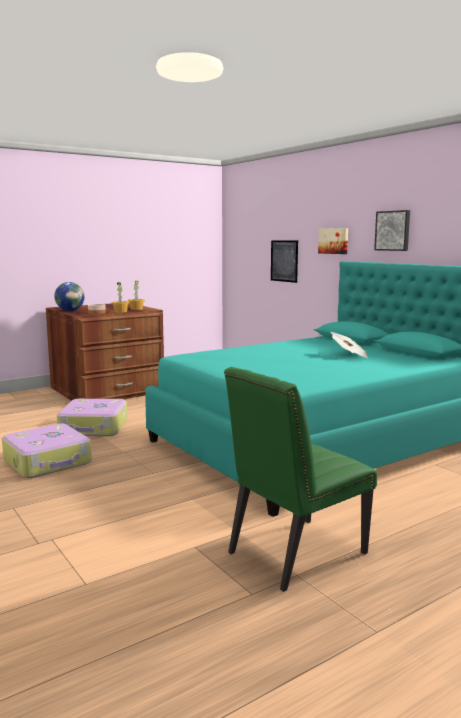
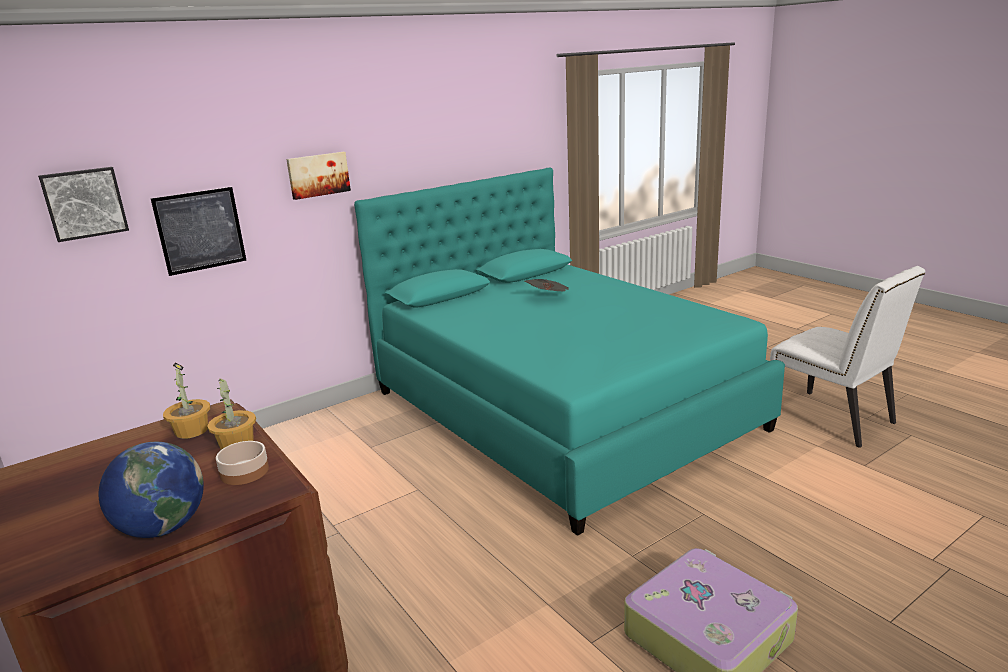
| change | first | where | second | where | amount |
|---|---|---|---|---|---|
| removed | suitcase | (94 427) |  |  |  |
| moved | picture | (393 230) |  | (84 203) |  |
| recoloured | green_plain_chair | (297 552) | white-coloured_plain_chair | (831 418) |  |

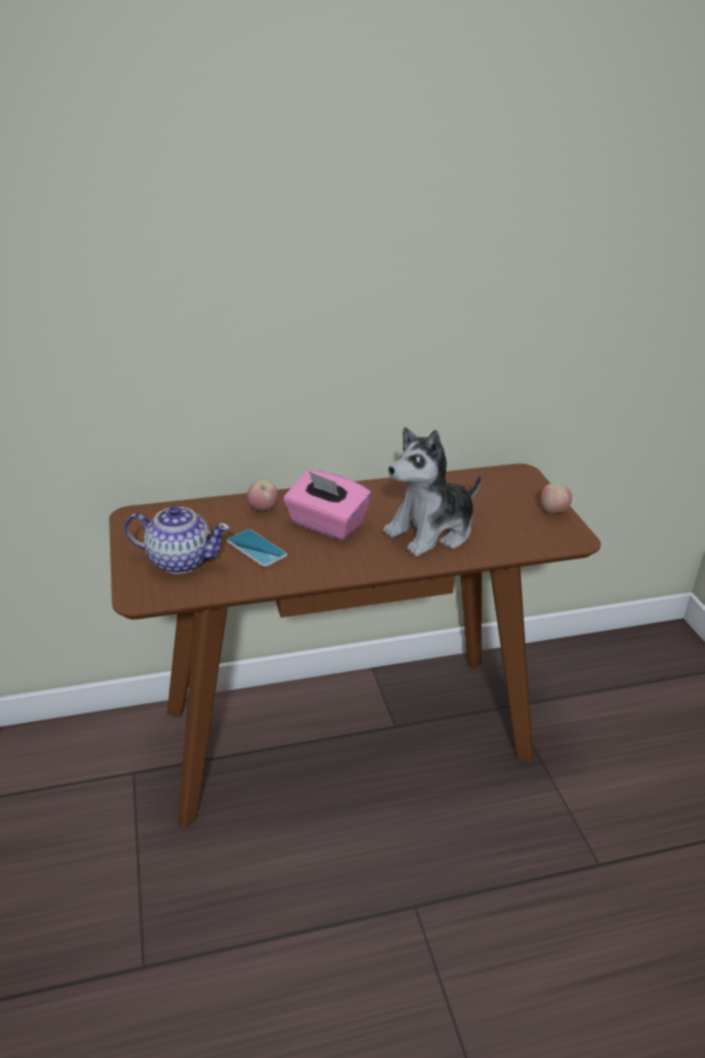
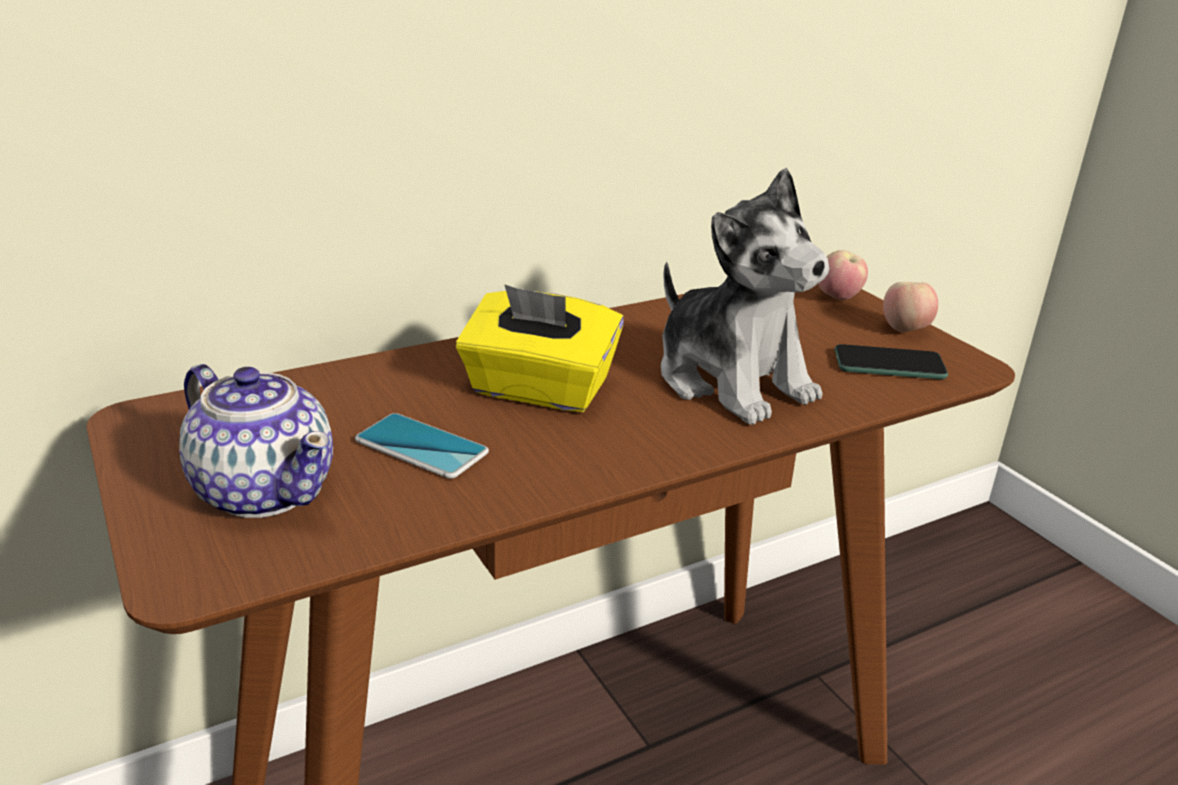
| change | first | where | second | where | amount |
|---|---|---|---|---|---|
| added |  |  | handset | (889 364) |  |
| moved | apple | (263 509) |  | (837 299) |  |
| recoloured | pink-coloured_tissue_holder | (326 524) | yellowish_tissue_holder | (539 390) |  |
| turned | teapot | (179 560) |  | (264 489) | 45 degrees clockwise |
| turned | cuddly_toy | (431 531) |  | (732 380) | 75 degrees counterclockwise |

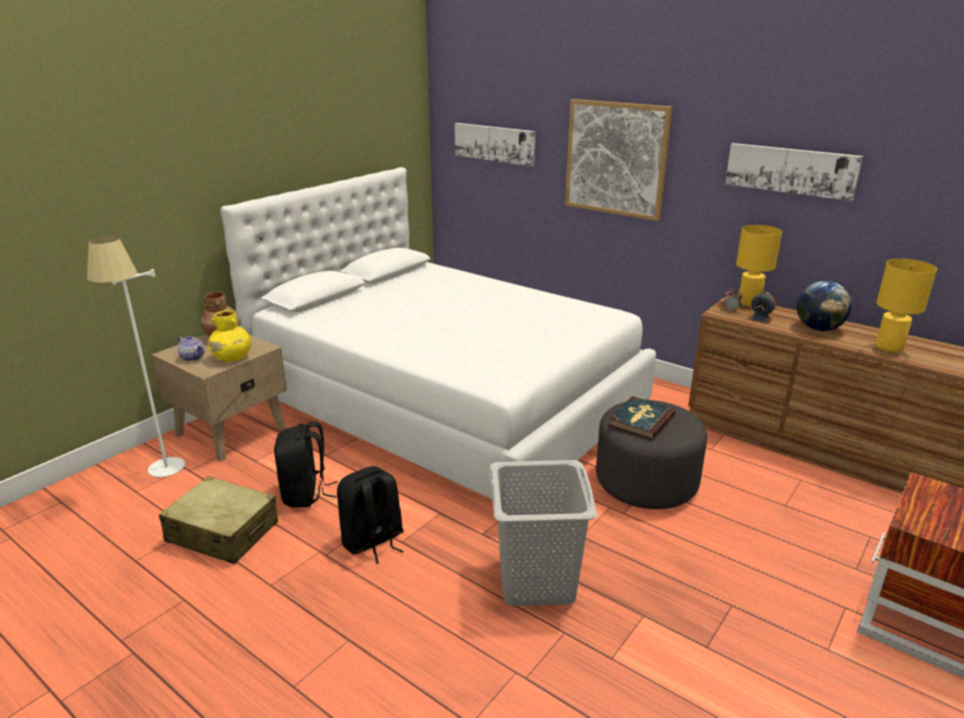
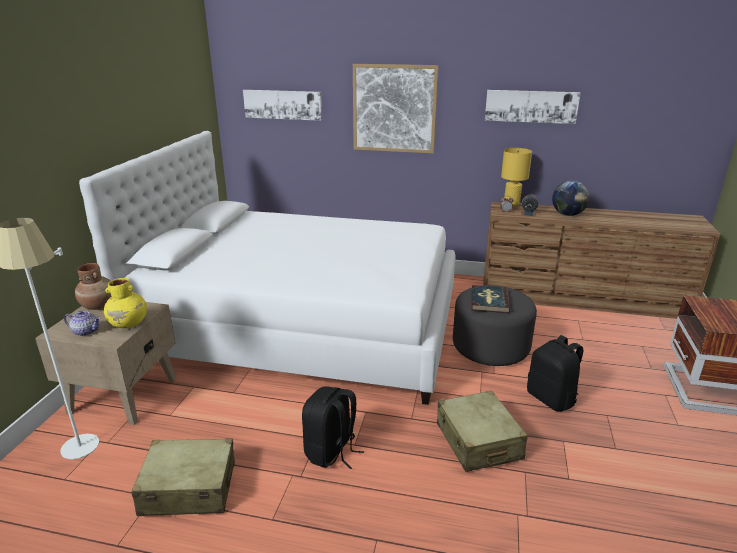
| change | first | where | second | where | amount |
|---|---|---|---|---|---|
| removed | yellowish_tabletop_lamp | (888 350) |  |  |  |
| moved | black-coloured_rucksack | (305 494) |  | (551 399) |  |
| replaced | gray_laundry_basket | (537 582) | beige-coloured_suitcase | (478 441) |  |

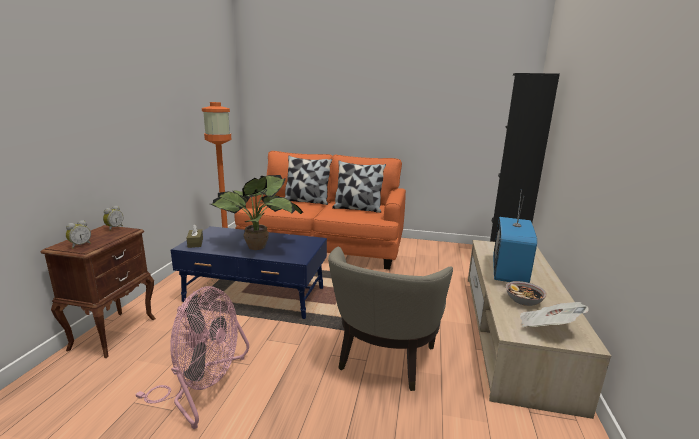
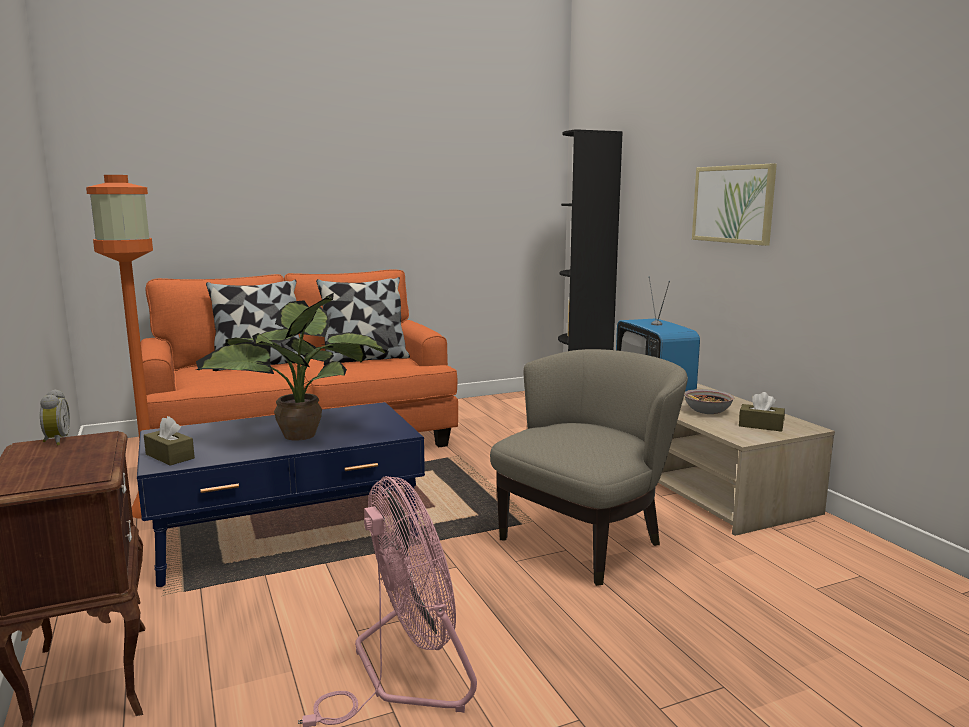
| change | first | where | second | where | amount |
|---|---|---|---|---|---|
| removed | table_clock | (80 245) |  |  |  |
| added |  |  | picture | (733 204) |  |
| replaced | printed_paper | (547 327) | brown_tissue_holder | (760 426) |  |
| turned | beige-coloured_easy_chair | (384 360) |  | (585 541) | 120 degrees counterclockwise |

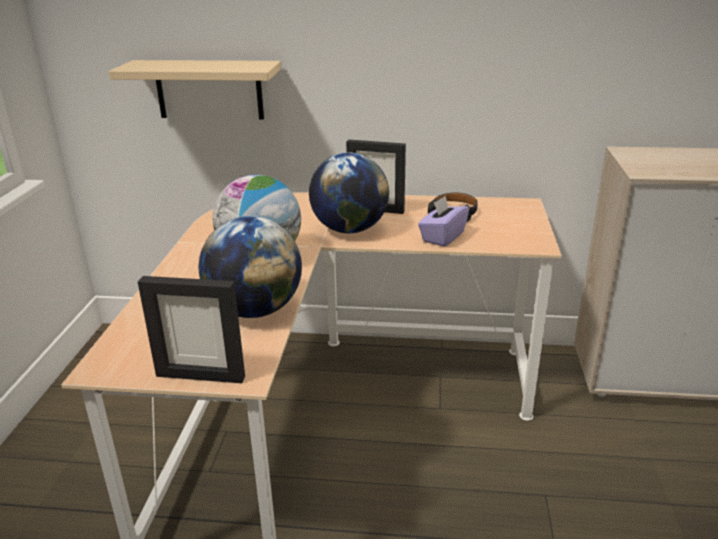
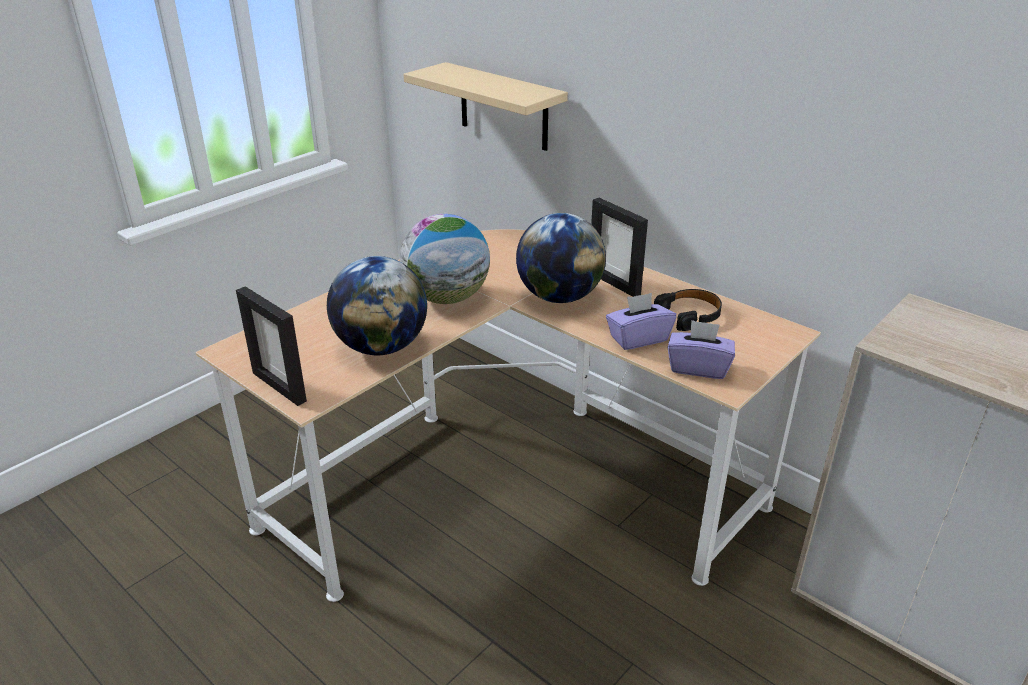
| change | first | where | second | where | amount |
|---|---|---|---|---|---|
| added |  |  | purple-coloured_tissue_holder | (698 367) |  |

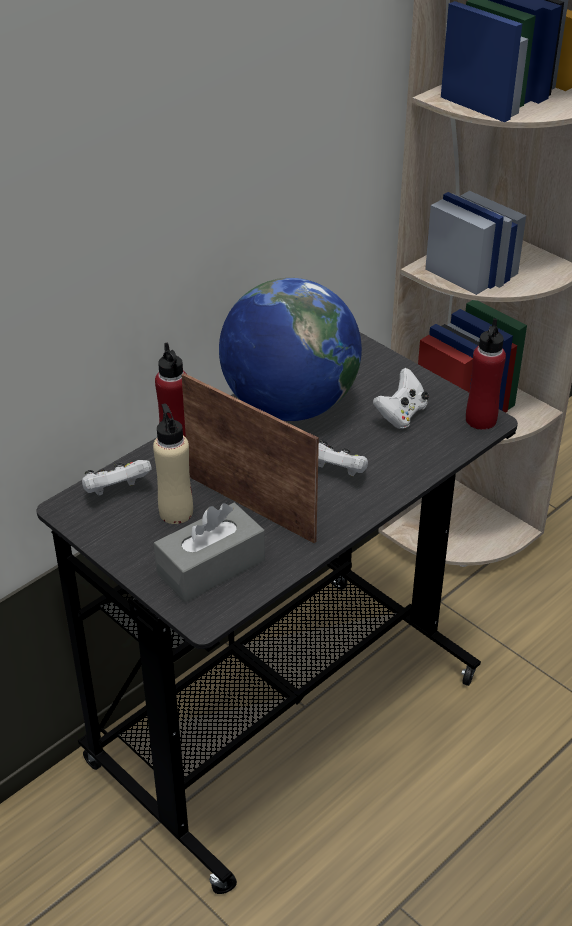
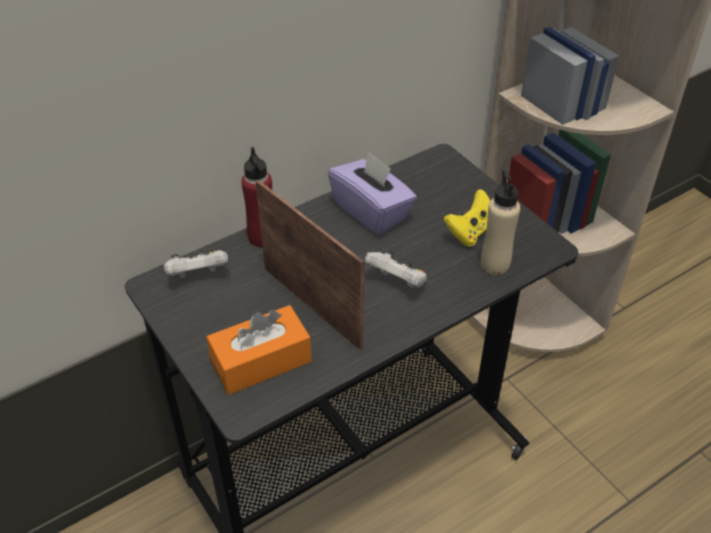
| change | first | where | second | where | amount |
|---|---|---|---|---|---|
| removed | reddish_drink_bottle | (480 420) |  |  |  |
| moved | beige-coloured_drink_bottle | (176 512) |  | (495 264) |  |
| replaced | globe | (289 406) | purple-coloured_tissue_holder | (372 211) |  |
| recoloured | gray_tissue_holder | (211 566) | orangey_tissue_holder | (261 361) |  |
| recoloured | white-coloured_game_controller | (401 415) | yellowish_game_controller | (471 232) |  |

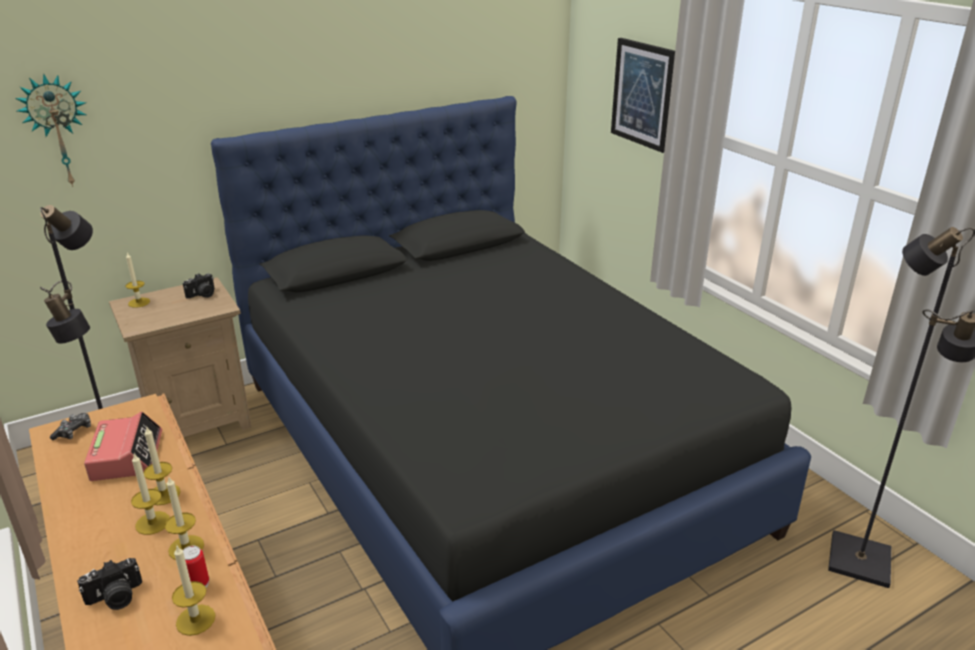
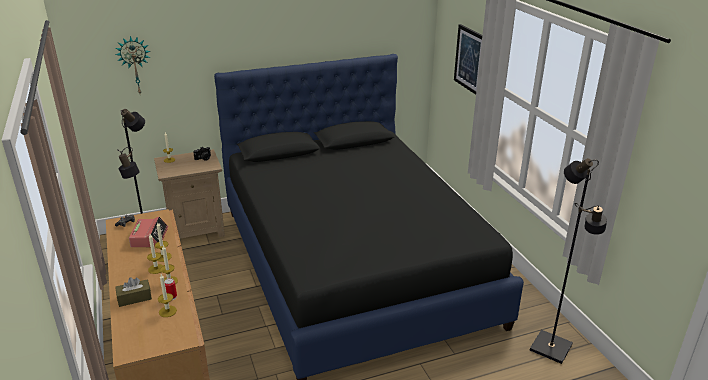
| change | first | where | second | where | amount |
|---|---|---|---|---|---|
| replaced | photo_camera | (115 598) | brown_tissue_holder | (134 298) |  |

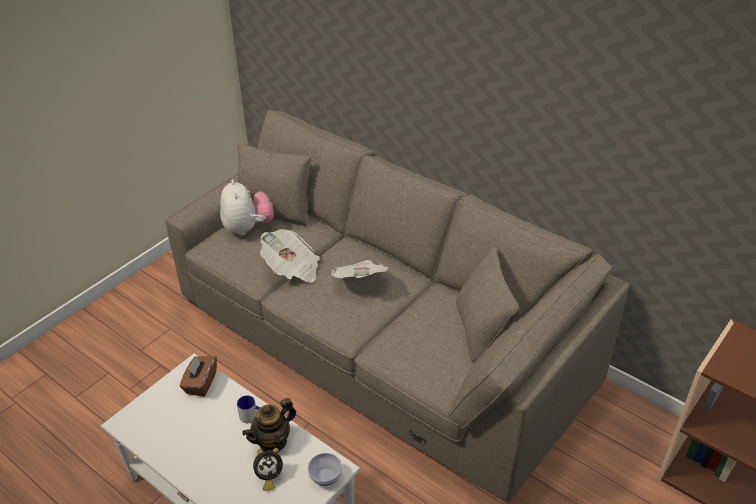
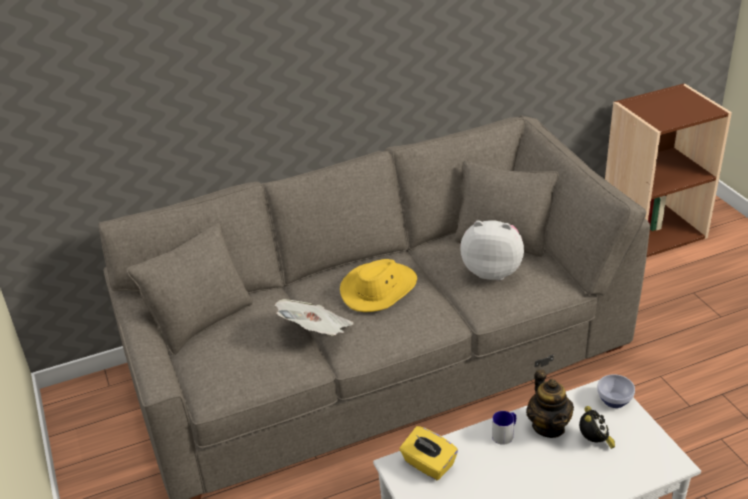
| change | first | where | second | where | amount |
|---|---|---|---|---|---|
| moved | cuddly_toy | (248 228) |  | (492 271) |  |
| replaced | printed_paper | (360 281) | yellowish_clothing_hat | (379 289) |  |
| recoloured | brown_tissue_holder | (200 383) | yellowish_tissue_holder | (428 464) |  |

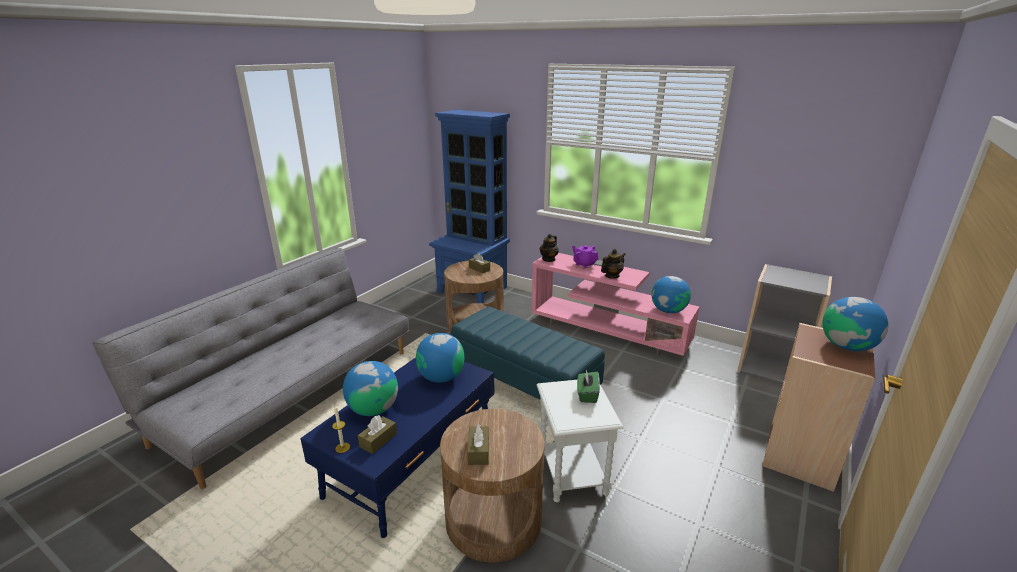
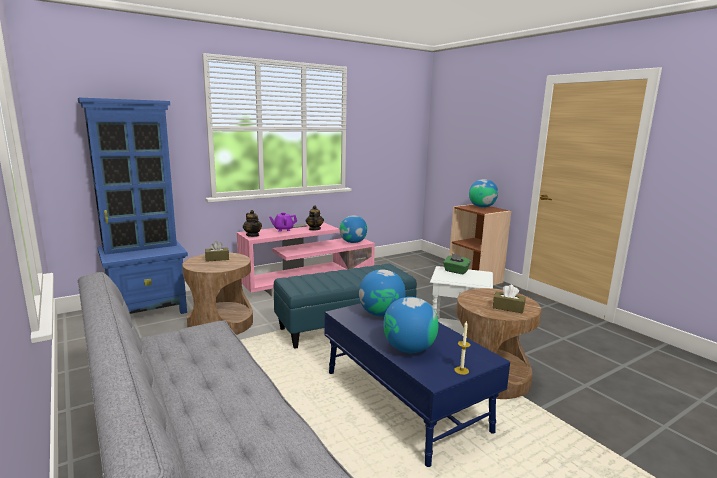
| change | first | where | second | where | amount |
|---|---|---|---|---|---|
| removed | brown_tissue_holder | (378 440) |  |  |  |
| removed | gray_bookcase | (773 368) |  |  |  |

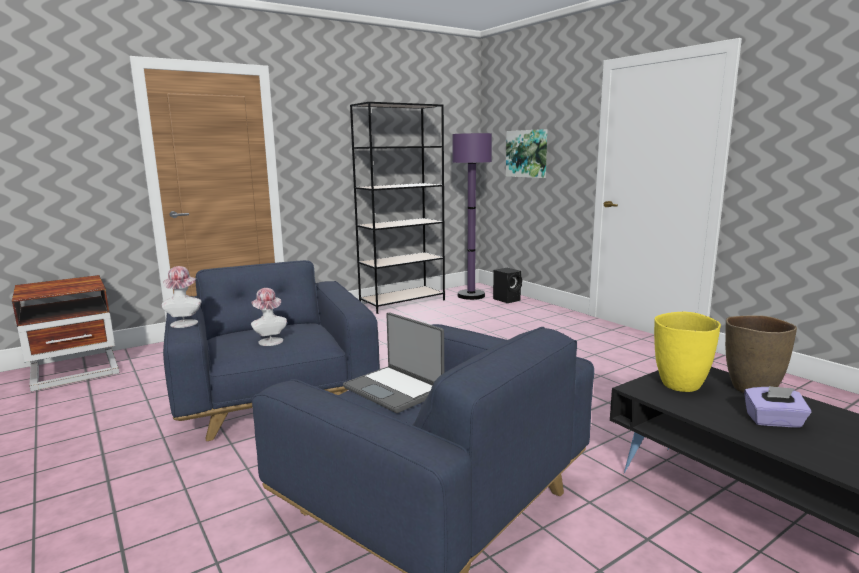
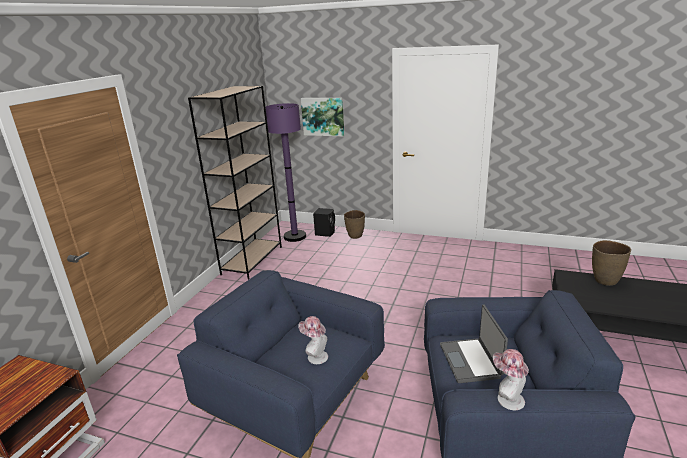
| change | first | where | second | where | amount |
|---|---|---|---|---|---|
| removed | yellowish_flower_vase | (680 385) |  |  |  |
| removed | purple-coloured_tissue_holder | (774 421) |  |  |  |
| added |  |  | brown_flower_vase | (355 236) |  |
| moved | clothing_hat | (184 322) |  | (507 398) |  |
| turned | laptop | (394 389) |  | (471 361) | 75 degrees clockwise |

